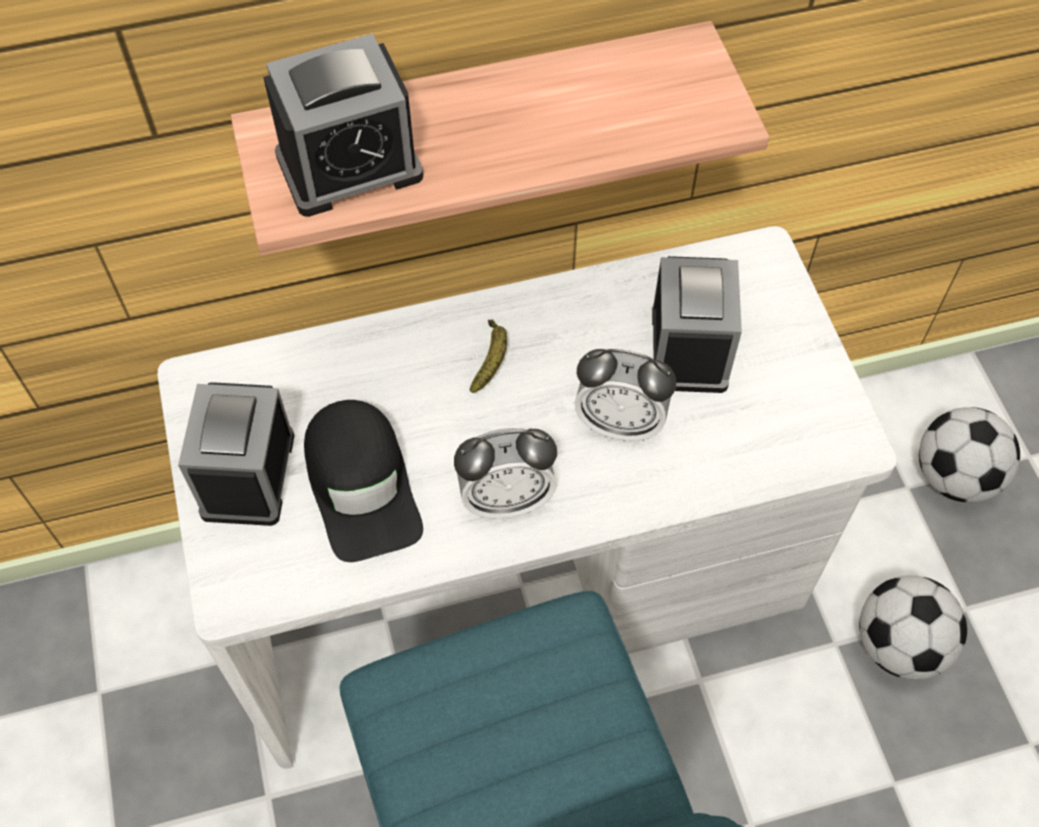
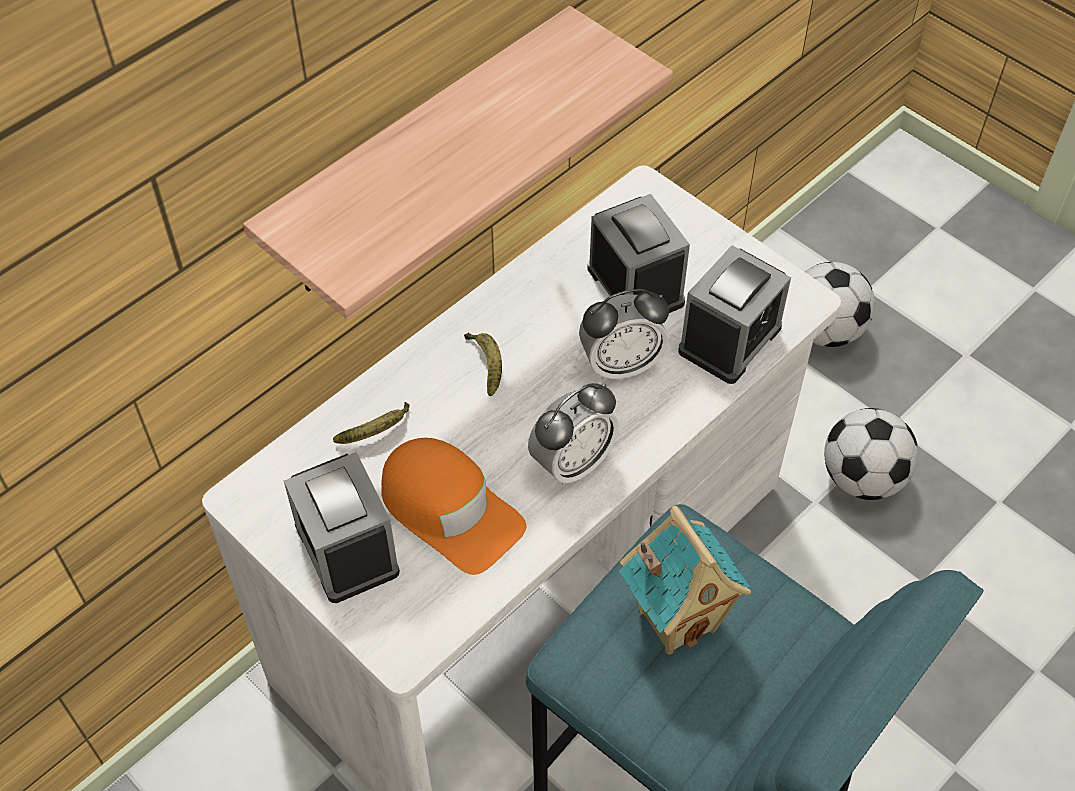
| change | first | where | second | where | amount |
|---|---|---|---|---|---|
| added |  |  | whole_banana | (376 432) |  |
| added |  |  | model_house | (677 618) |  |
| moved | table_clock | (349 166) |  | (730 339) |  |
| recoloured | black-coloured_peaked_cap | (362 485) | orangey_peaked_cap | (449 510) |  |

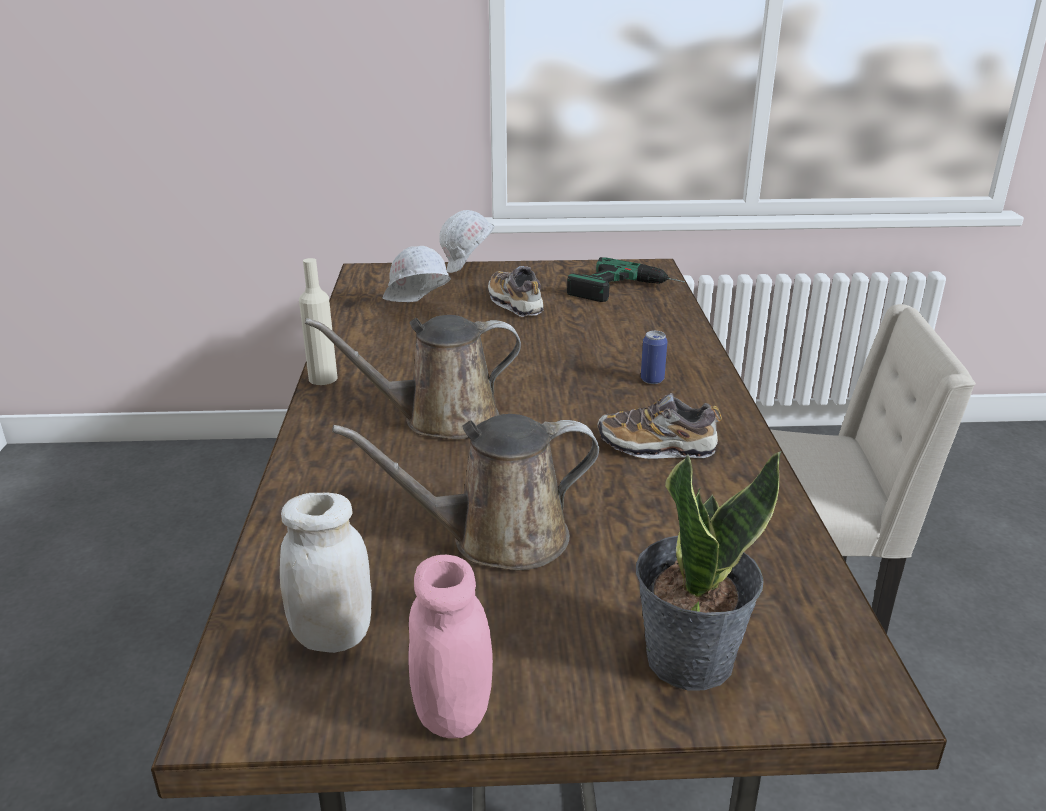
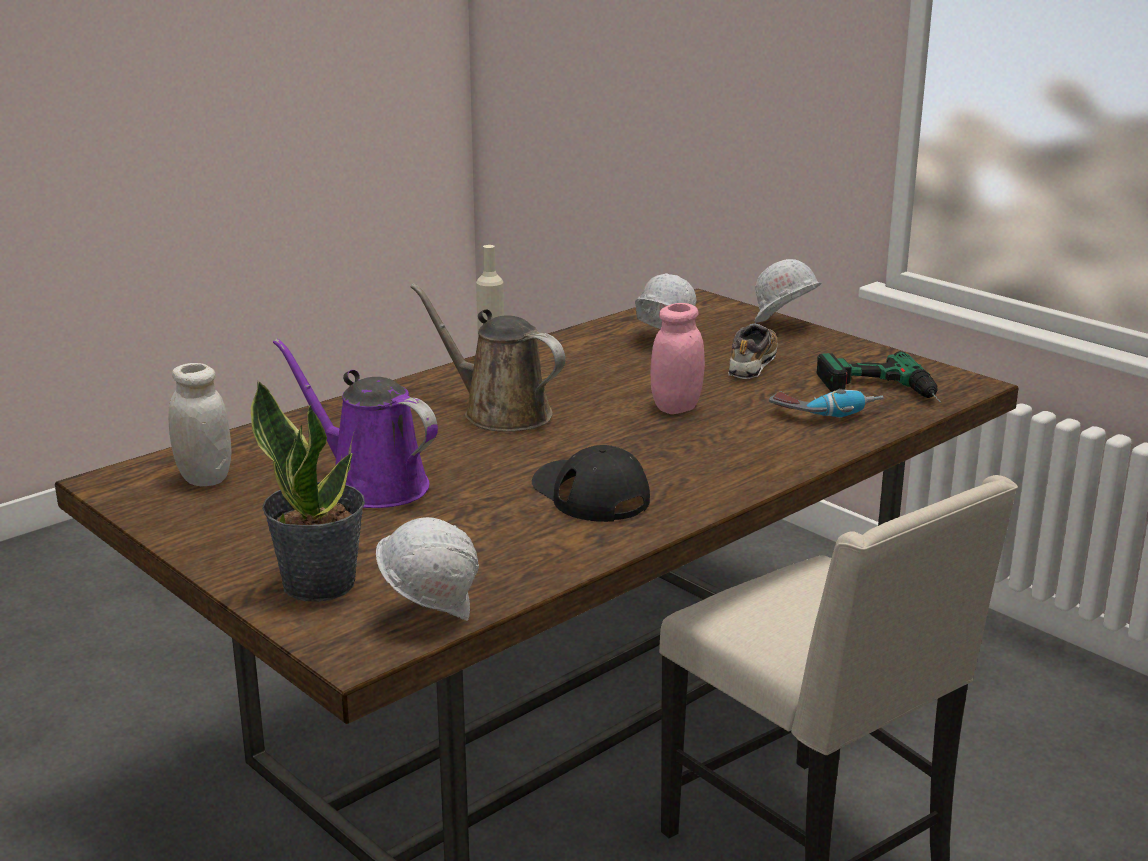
| change | first | where | second | where | amount |
|---|---|---|---|---|---|
| removed | metal_can | (652 379) |  |  |  |
| added |  |  | white-coloured_work_helmet | (430 614) |  |
| added |  |  | electric_drill | (825 413) |  |
| moved | pink-coloured_storage_jar | (452 713) |  | (676 407) |  |
| replaced | low_shoe | (657 447) | black-coloured_peaked_cap | (590 494) |  |
| recoloured | brown_watering_can | (497 539) | purple-coloured_watering_can | (371 484) |  |

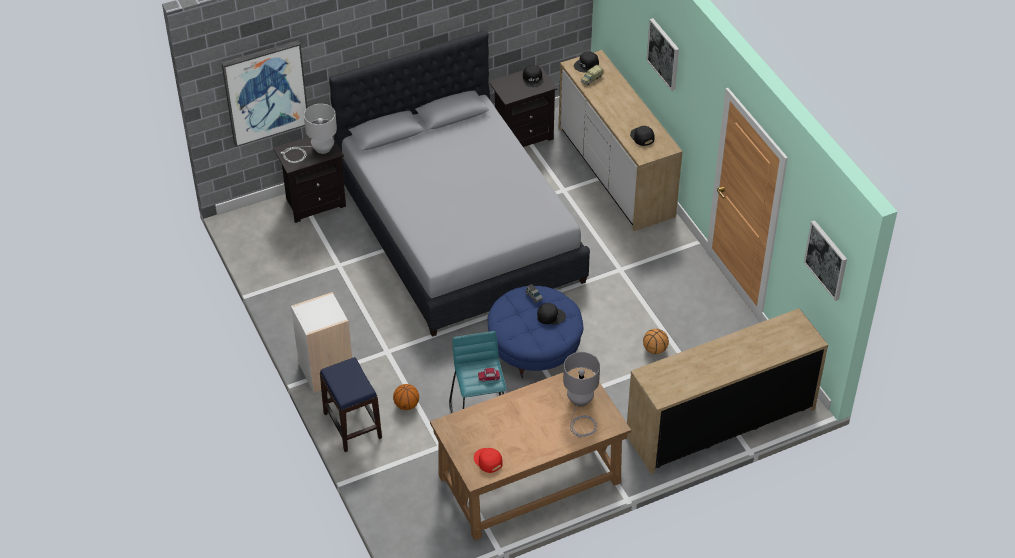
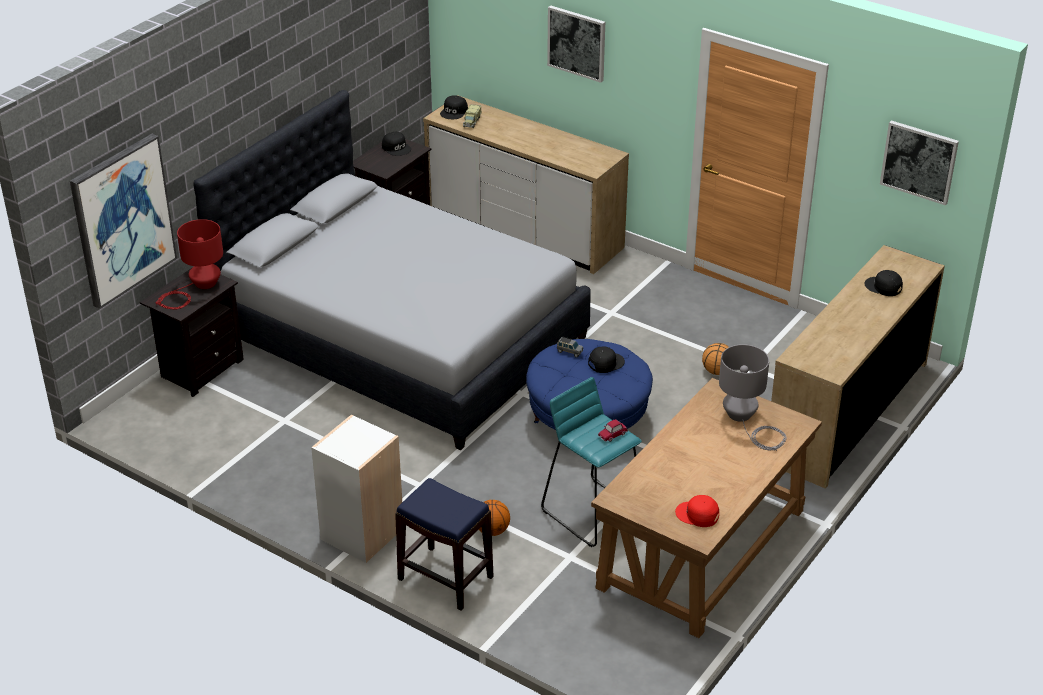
| change | first | where | second | where | amount |
|---|---|---|---|---|---|
| moved | black-coloured_peaked_cap | (642 137) |  | (883 287) |  |
| recoloured | gray_tabletop_lamp | (312 151) | reddish_tabletop_lamp | (193 290) |  |

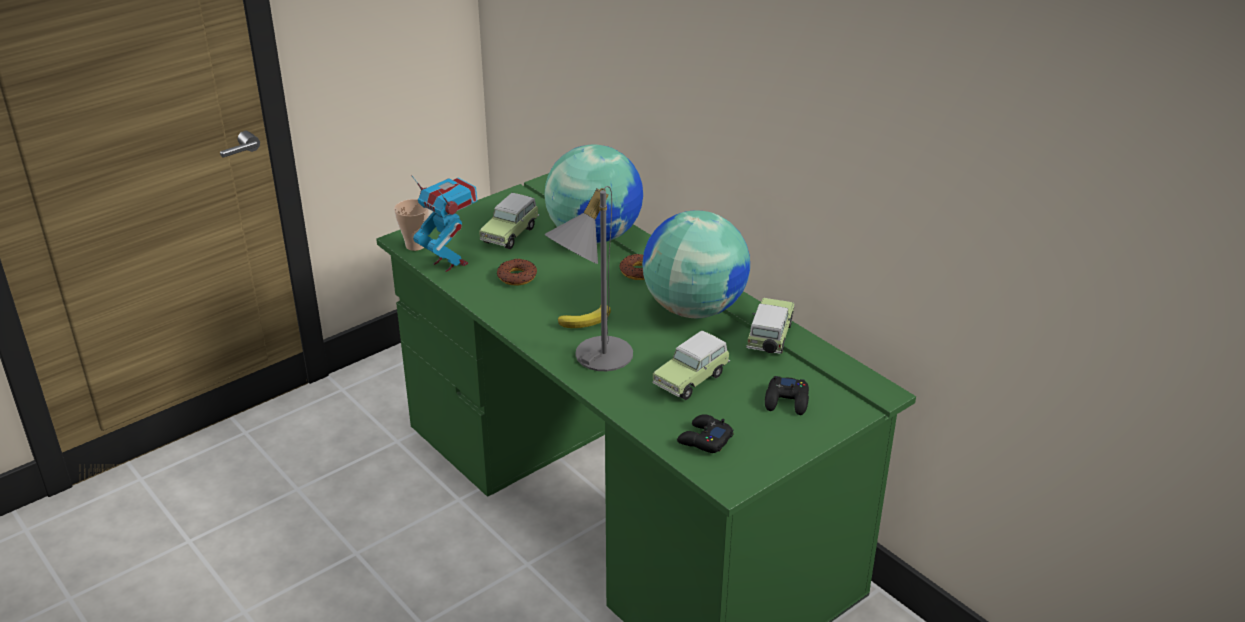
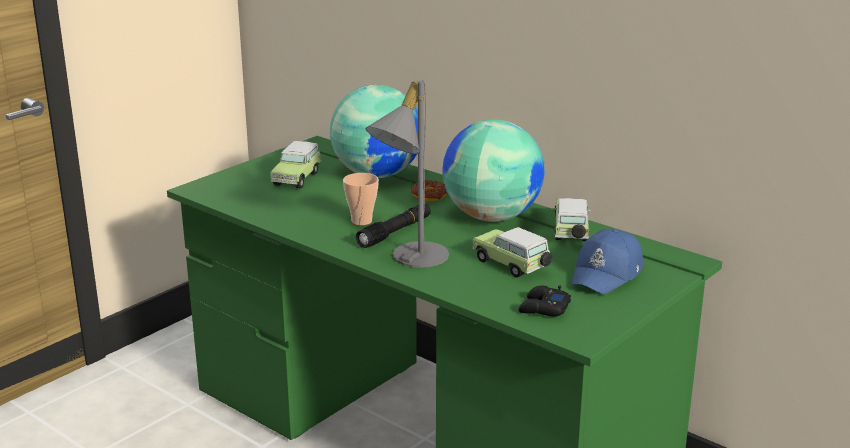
| change | first | where | second | where | amount |
|---|---|---|---|---|---|
| removed | robot_figure | (450 263) |  |  |  |
| removed | donut | (517 277) |  |  |  |
| moved | cup | (415 245) |  | (361 221) |  |
| replaced | whole_banana | (587 320) | black-coloured_flashlight | (395 232) |  |
| replaced | black-coloured_game_controller | (787 401) | blue-coloured_peaked_cap | (607 274) |  |
| turned | model_car | (692 379) |  | (512 266) | 105 degrees clockwise |

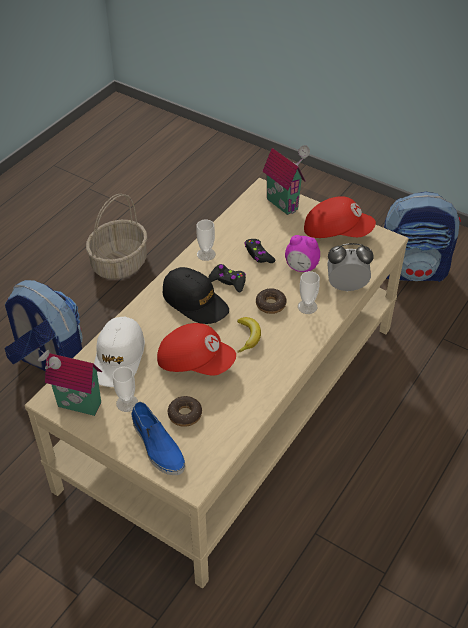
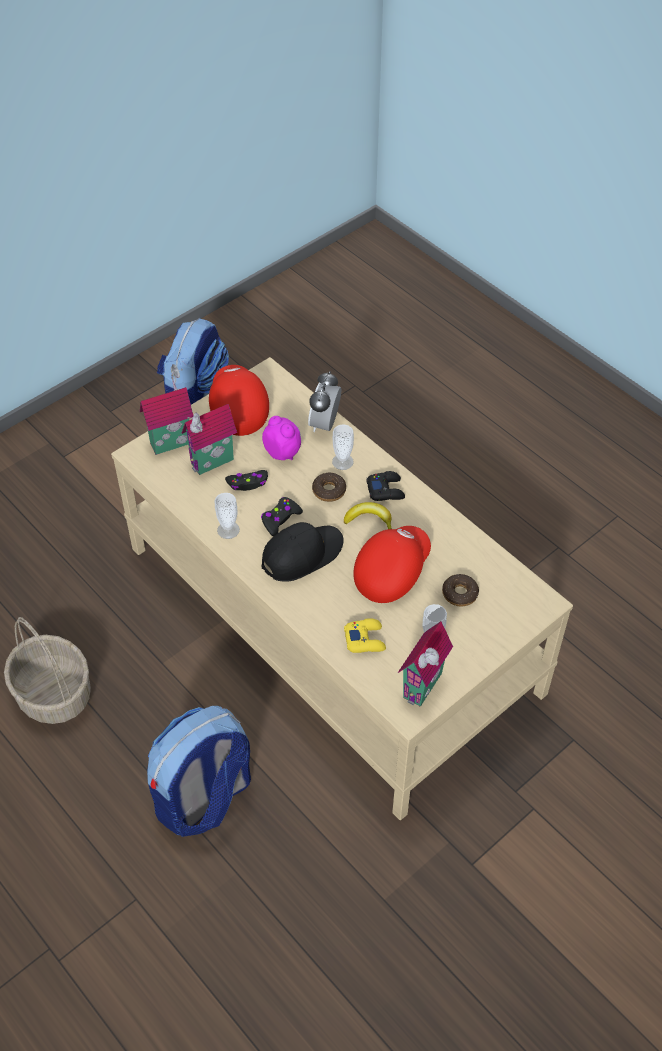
| change | first | where | second | where | amount |
|---|---|---|---|---|---|
| removed | blue-coloured_low_shoe | (157 445) |  |  |  |
| added |  |  | model_house | (213 464) |  |
| added |  |  | black-coloured_game_controller | (386 490) |  |
| replaced | white-coloured_peaked_cap | (119 358) | yellowish_game_controller | (365 639) |  |
| turned | table_clock | (301 268) |  | (283 452) | 75 degrees counterclockwise |
| turned | reddish_peaked_cap | (336 231) |  | (237 409) | 45 degrees counterclockwise |

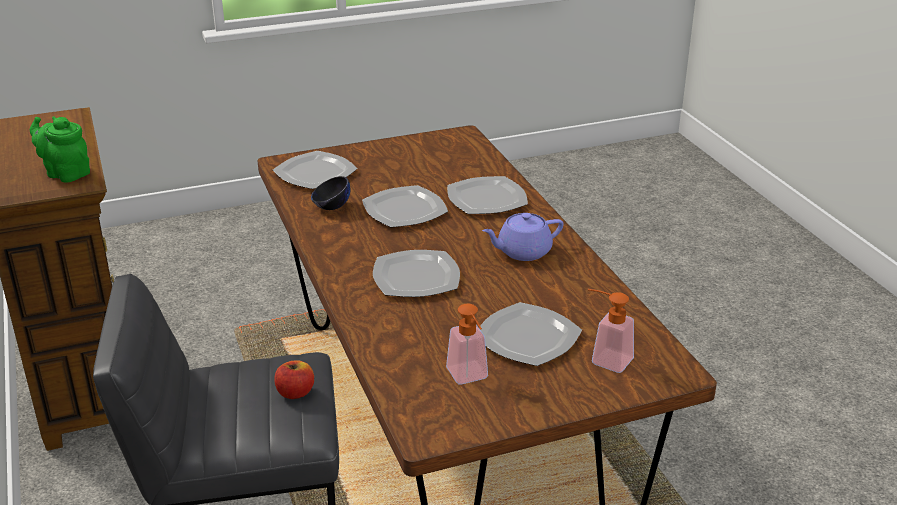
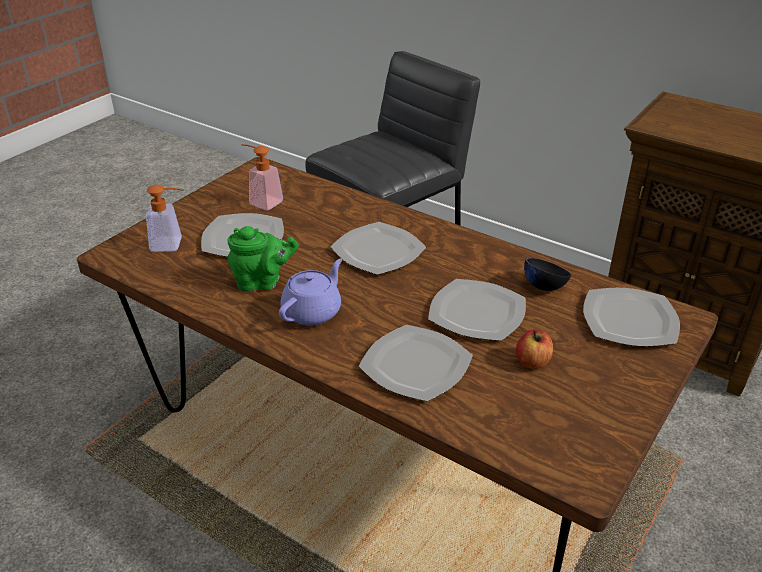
| change | first | where | second | where | amount |
|---|---|---|---|---|---|
| moved | green_teapot | (65 173) |  | (262 282) |  |
| moved | apple | (295 392) |  | (532 361) |  |

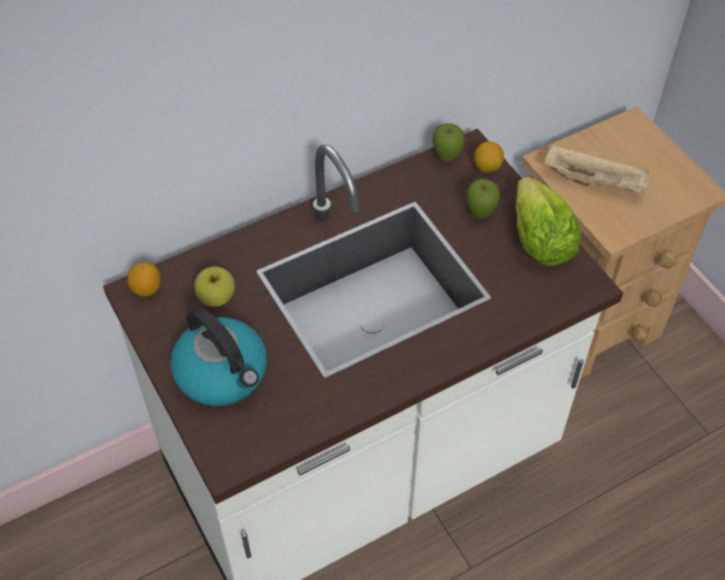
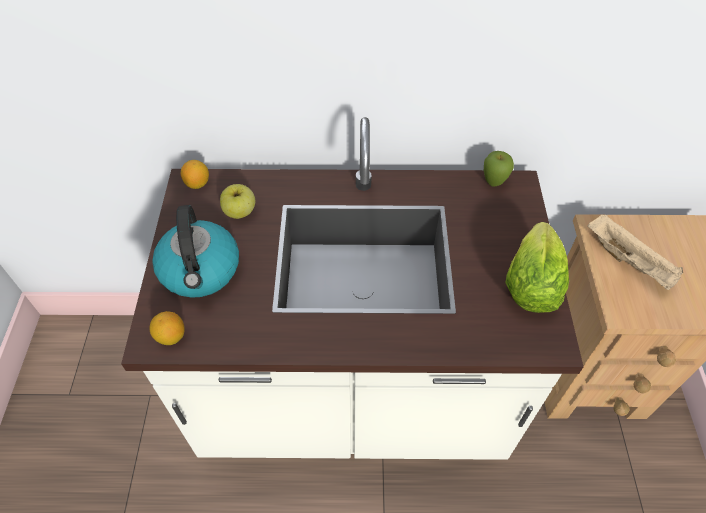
| change | first | where | second | where | amount |
|---|---|---|---|---|---|
| removed | apple | (480 214) |  |  |  |
| moved | whole_lemon | (487 167) |  | (171 336) |  |

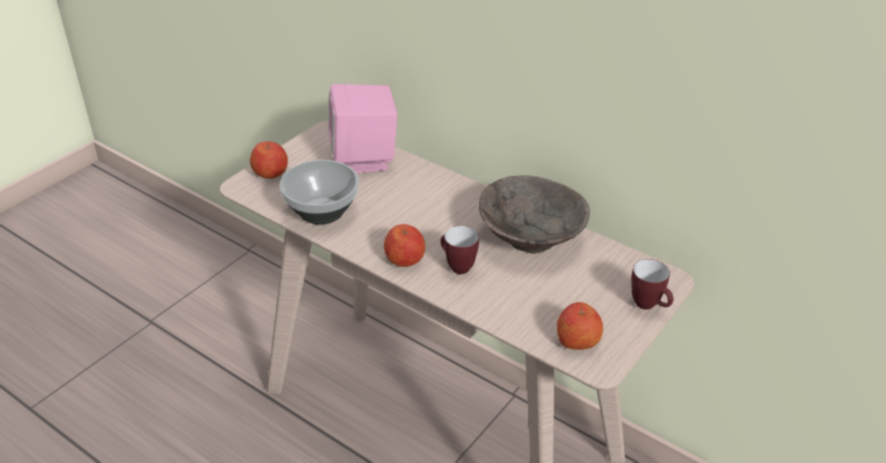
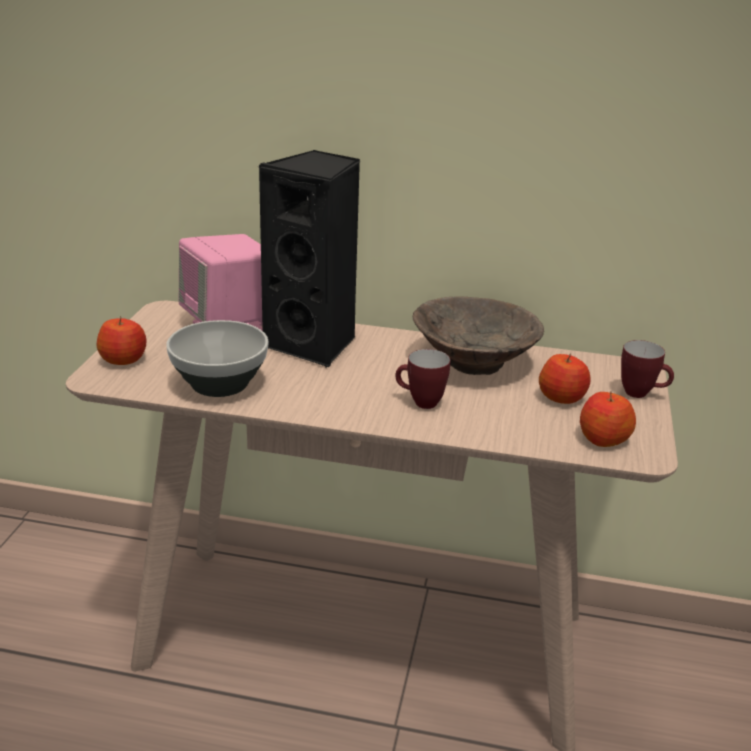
| change | first | where | second | where | amount |
|---|---|---|---|---|---|
| added |  |  | black-coloured_audio_speaker | (315 345) |  |
| moved | apple | (405 259) |  | (562 397) |  |

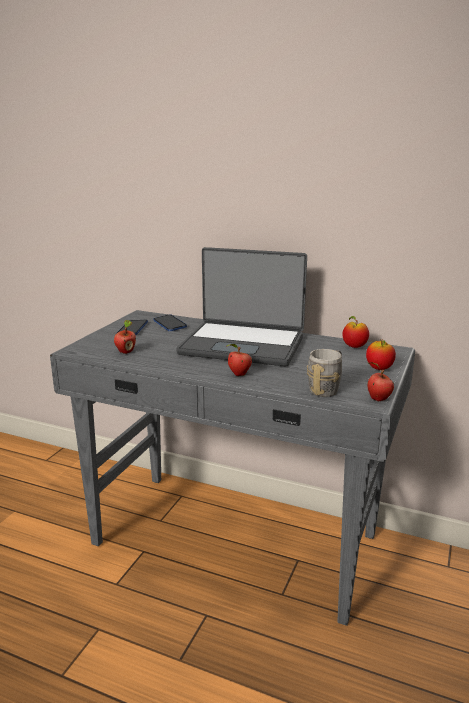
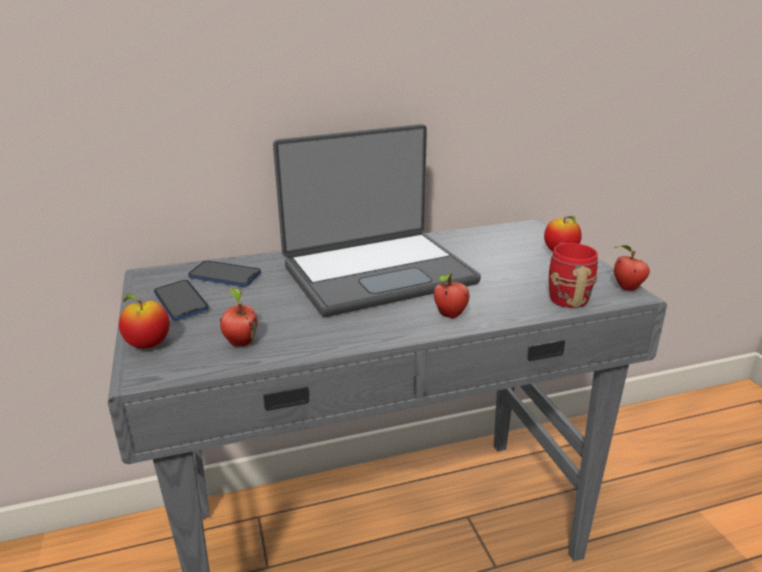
| change | first | where | second | where | amount |
|---|---|---|---|---|---|
| moved | apple | (354 346) |  | (148 345) |  |
| recoloured | gray_mug | (326 388) | reddish_mug | (565 295) |  |

